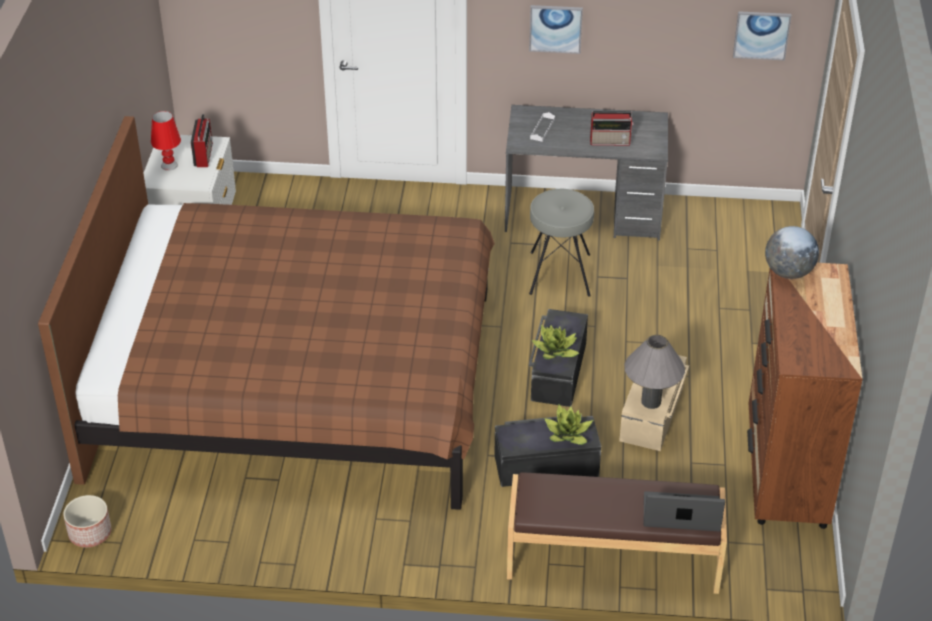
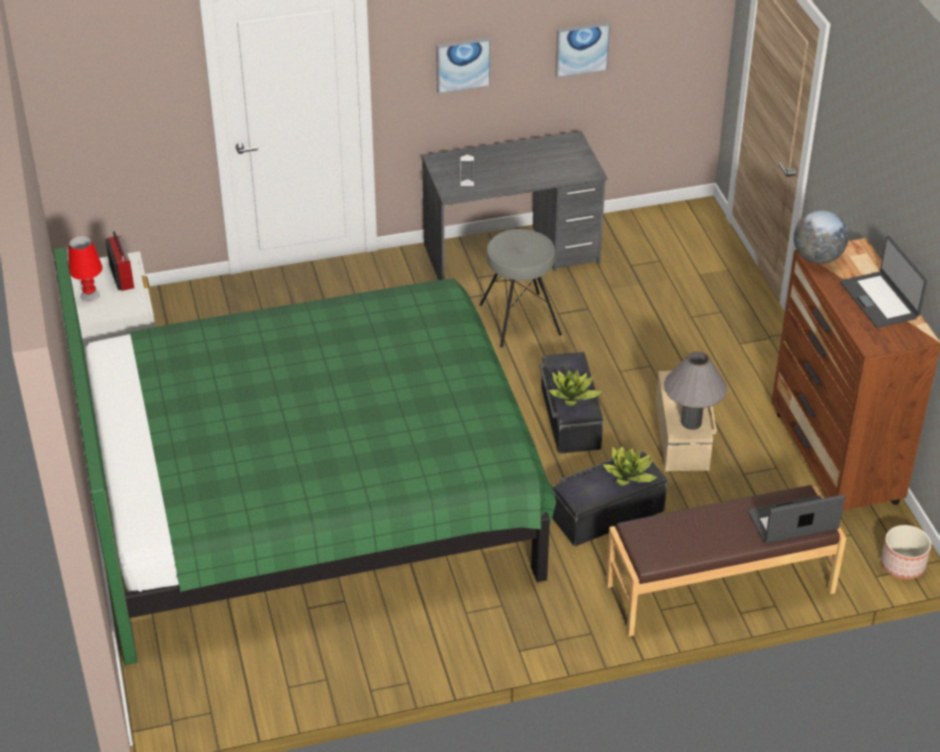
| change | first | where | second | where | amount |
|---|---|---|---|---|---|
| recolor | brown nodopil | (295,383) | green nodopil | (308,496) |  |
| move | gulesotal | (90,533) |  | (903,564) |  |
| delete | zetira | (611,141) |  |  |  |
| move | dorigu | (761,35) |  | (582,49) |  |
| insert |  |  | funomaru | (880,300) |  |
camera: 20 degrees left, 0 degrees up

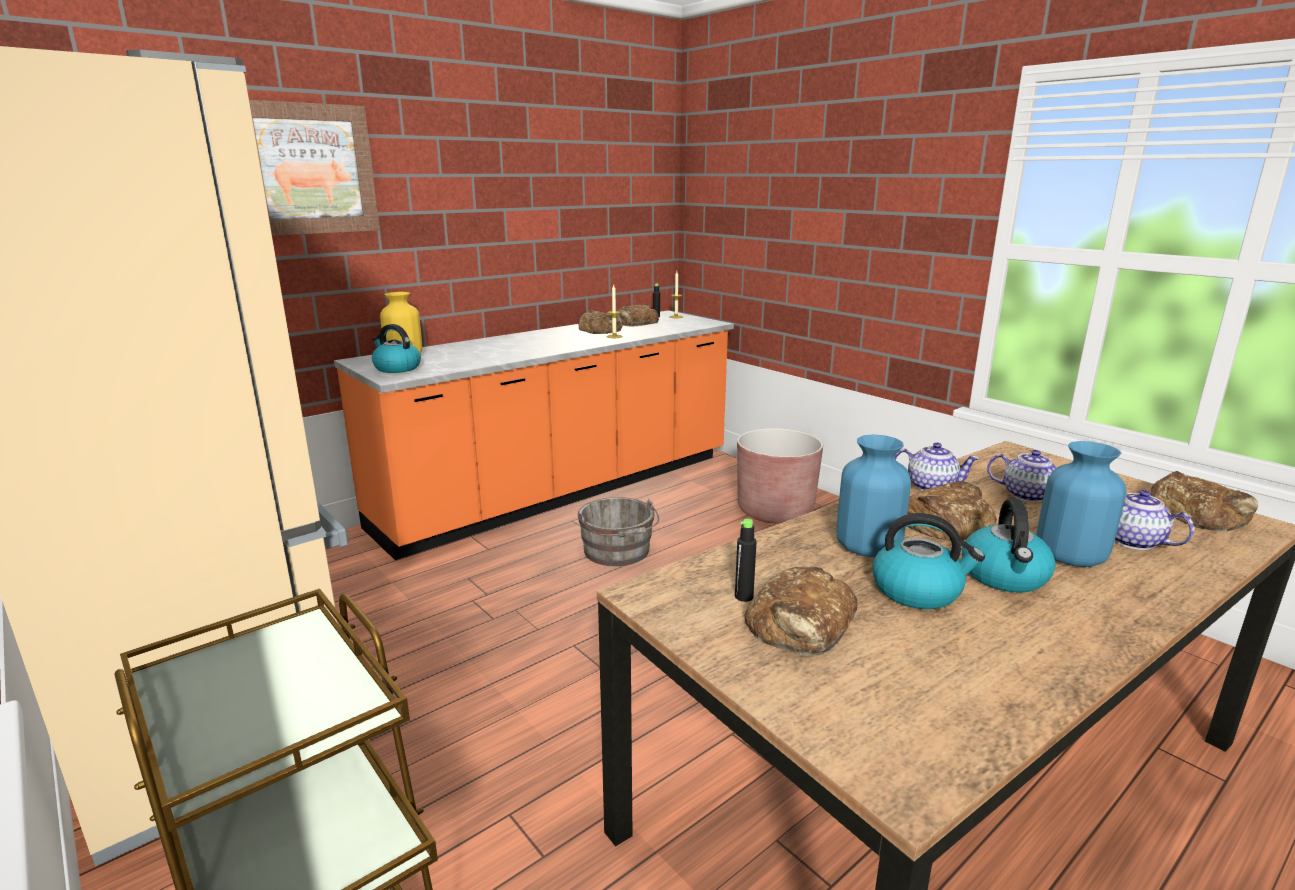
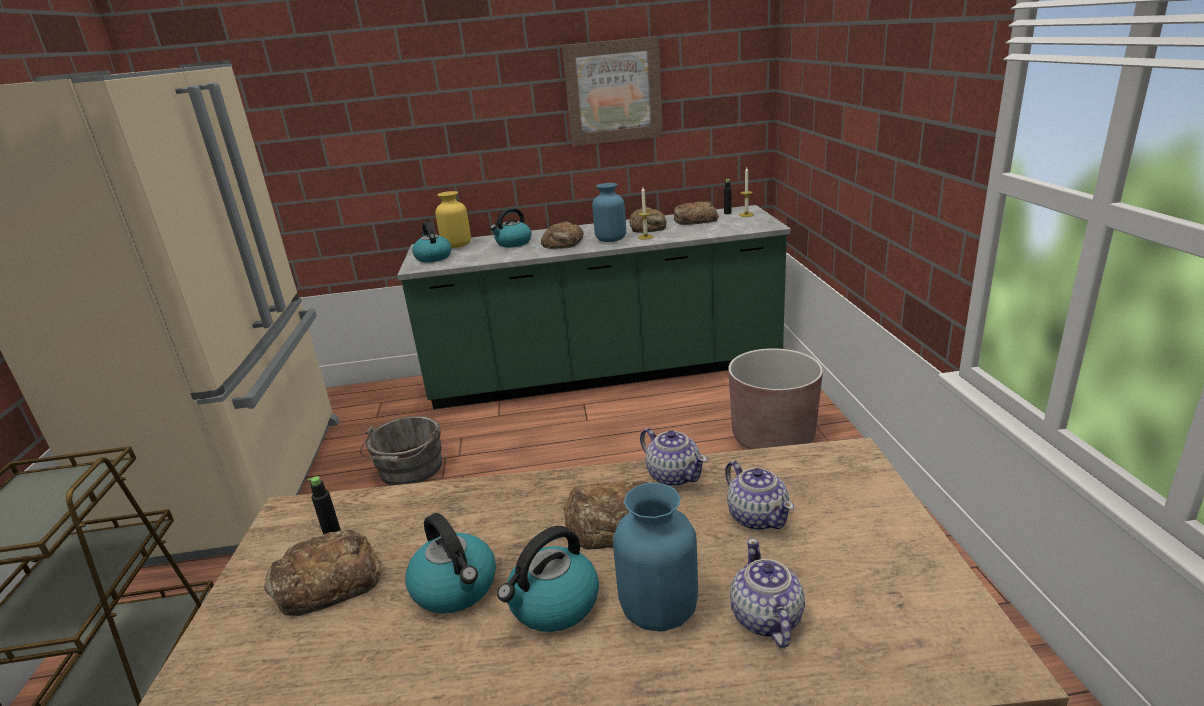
| change | first | where | second | where | amount |
|---|---|---|---|---|---|
| move | dorigu | (308,169) |  | (613,92) |  |
| recolor | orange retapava | (562,492) | green retapava | (604,374) |  |
| move | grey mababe | (618,552) |  | (409,470) |  |
| move | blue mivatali | (867,547) |  | (611,239) |  |
| move | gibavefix | (1197,513) |  | (563,242) |  |
| insert |  |  | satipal | (513,243) |  |
camera: 35 degrees right, 5 degrees up

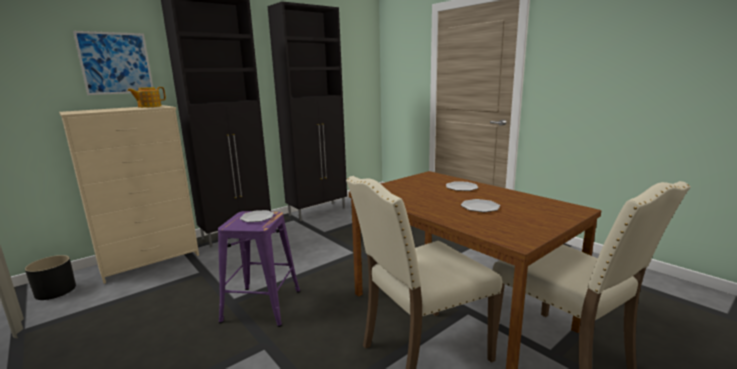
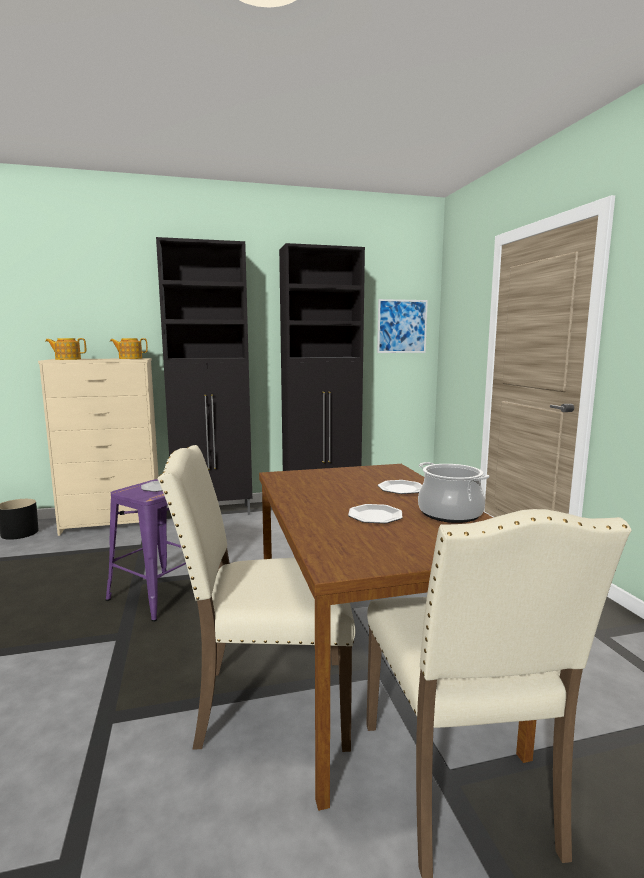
| change | first | where | second | where | amount |
|---|---|---|---|---|---|
| move | dorigu | (116,63) |  | (402,326) |  |
| insert |  |  | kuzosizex | (67,359) |  |
| insert |  |  | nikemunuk | (450,513) |  |
camera: 25 degrees right, 5 degrees down

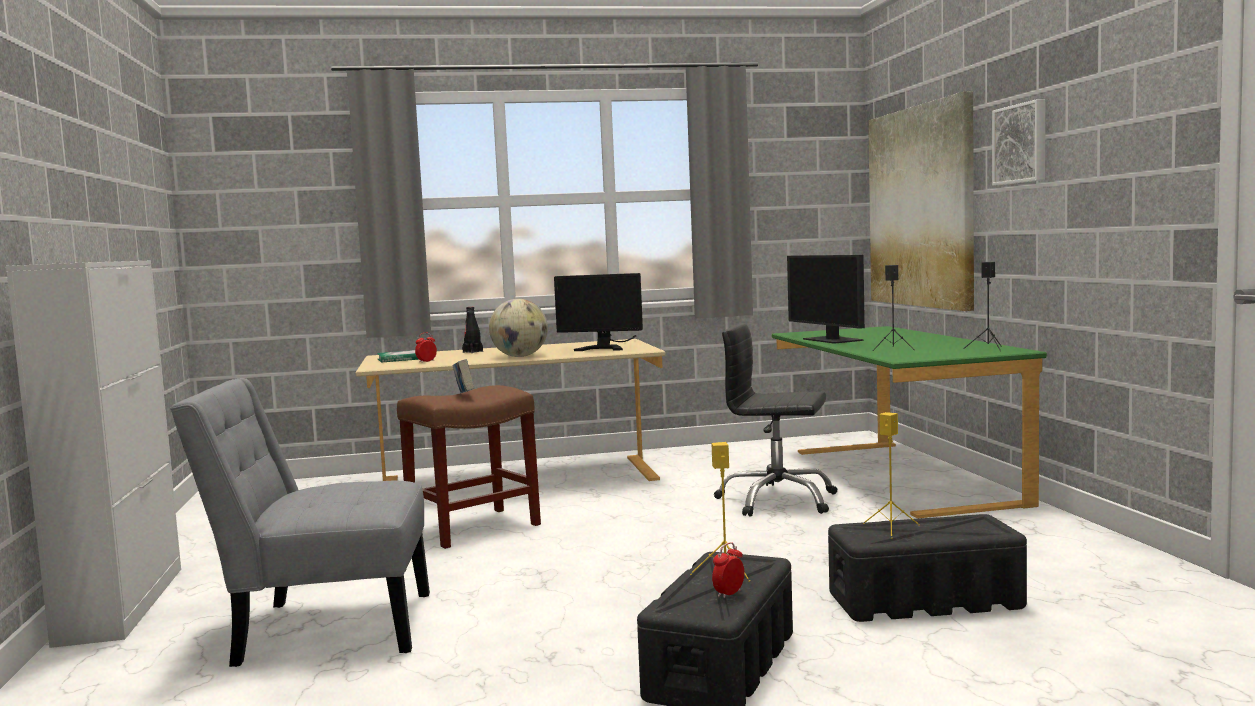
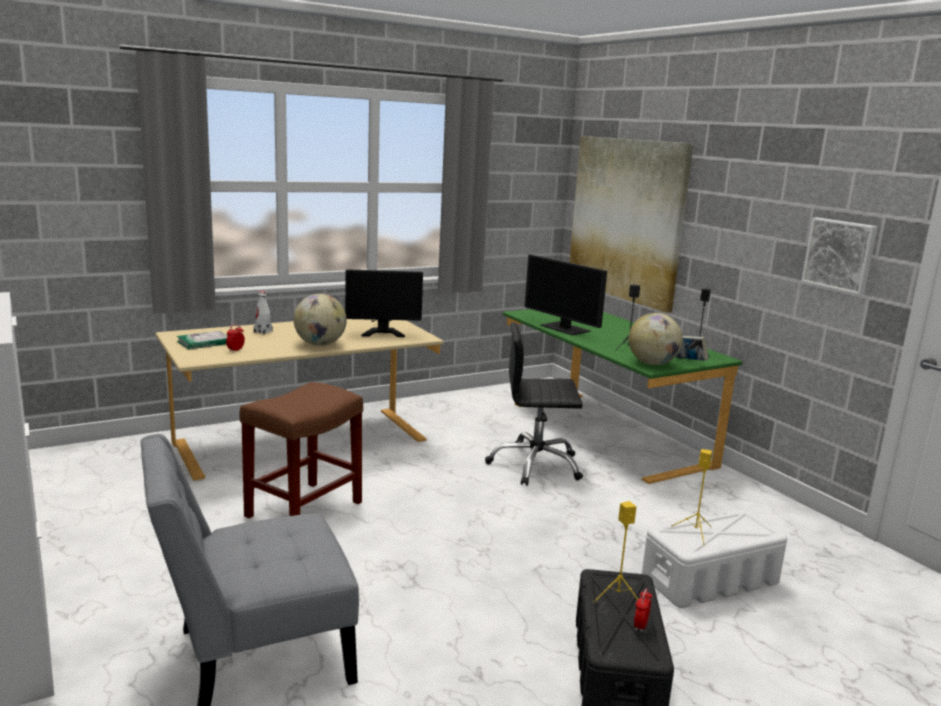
| change | first | where | second | where | amount |
|---|---|---|---|---|---|
| move | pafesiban | (464,395) |  | (688,361) |  |
| recolor | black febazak | (472,352) | white febazak | (263,331) |  |
| recolor | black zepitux | (923,601) | white zepitux | (709,580) |  |
| move | dorigu | (1022,143) |  | (840,255) |  |
| insert |  |  | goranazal | (652,364) |  |
camera: 20 degrees left, 10 degrees up

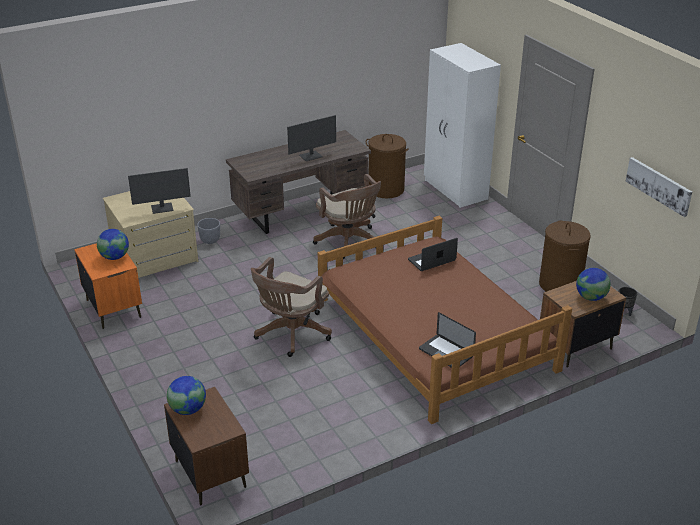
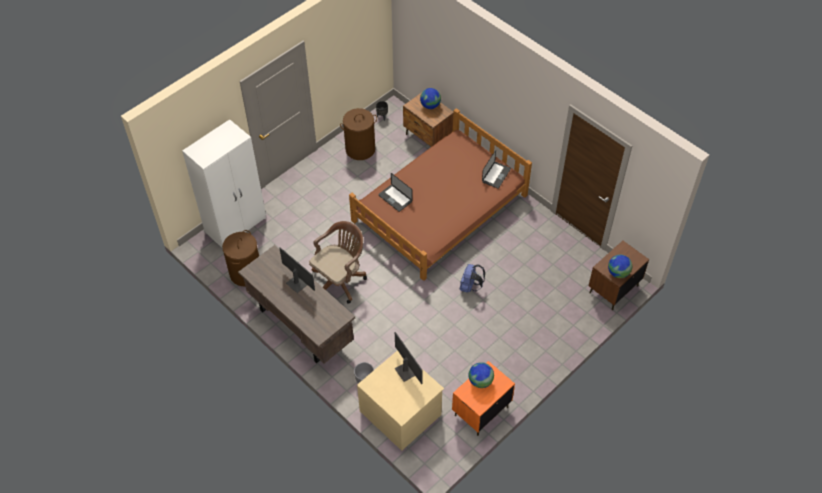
| change | first | where | second | where | amount |
|---|---|---|---|---|---|
| replace | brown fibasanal | (290,334) | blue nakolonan | (470,286) |  |
| delete | dorigu | (659,185) |  |  |  |
camera: 105 degrees left, 20 degrees up

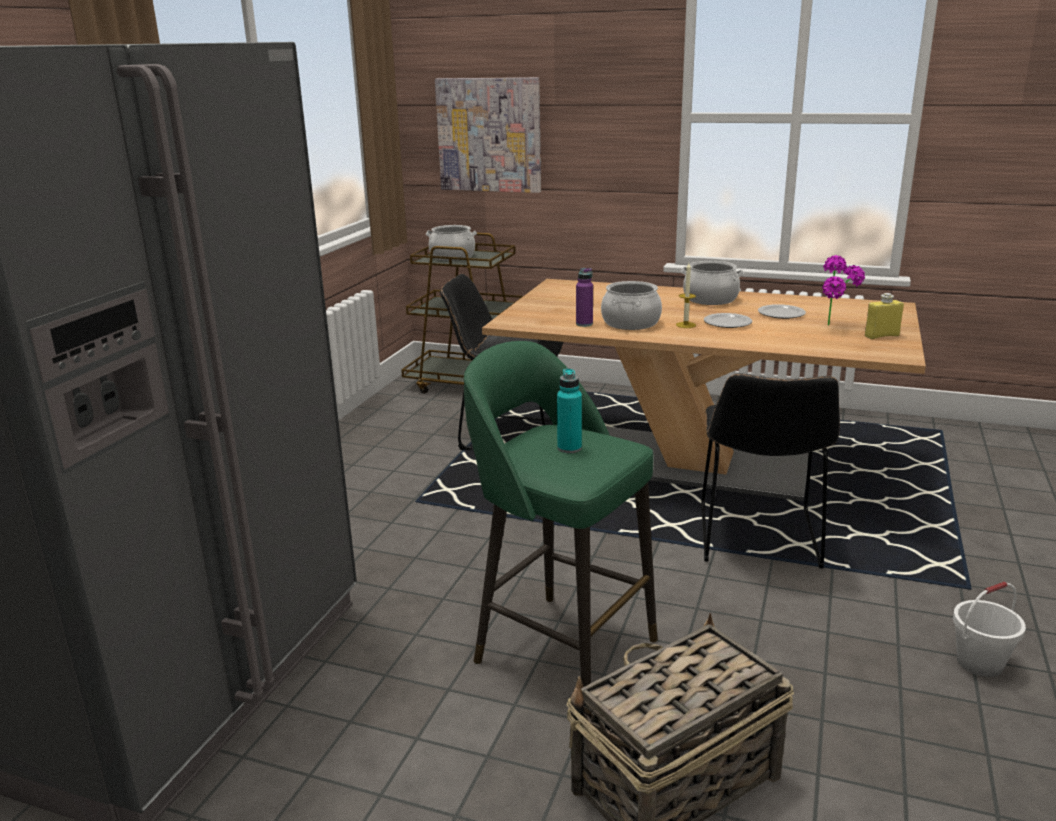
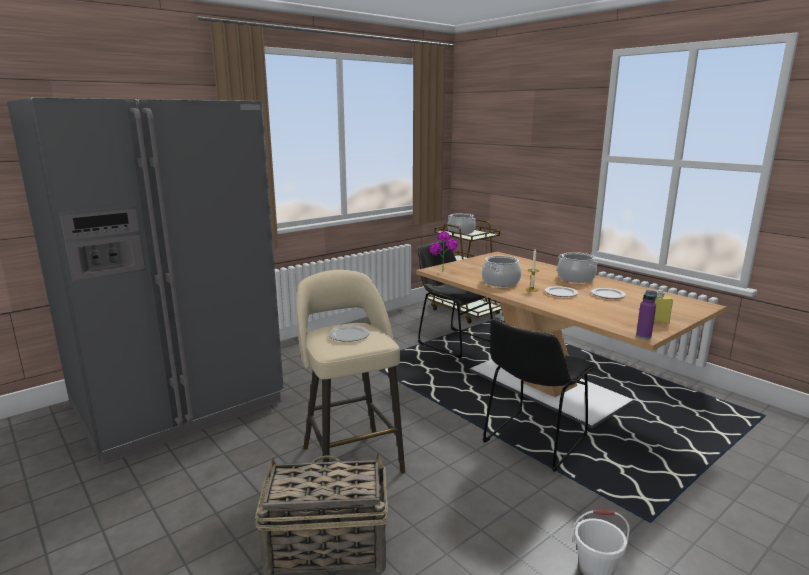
| change | first | where | second | where | amount |
|---|---|---|---|---|---|
| delete | dorigu | (489,135) |  |  |  |
| recolor | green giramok | (561,648) | beige giramok | (351,458) |  |
| replace | turquoise febazak | (569,448) | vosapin | (349,335) |  |
| move | purple febazak | (584,324) |  | (643,336) |  |
| move | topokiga | (836,327) |  | (443,273) |  |
camera: 30 degrees right, 5 degrees down

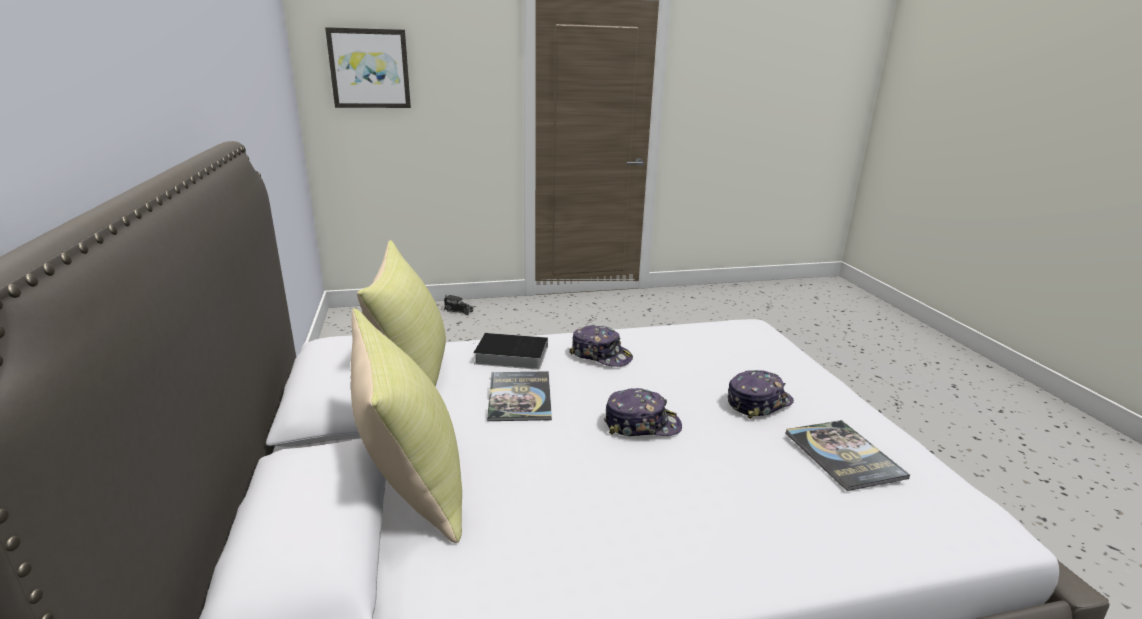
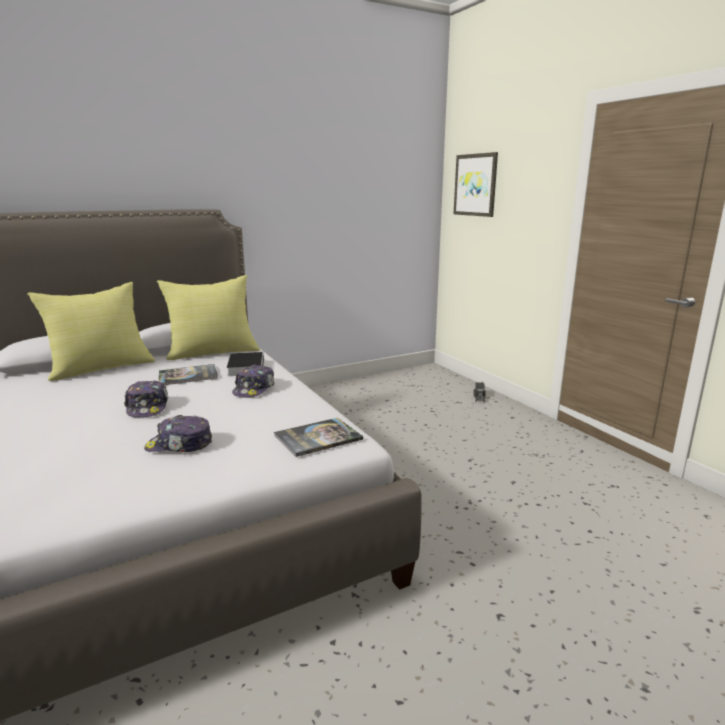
| change | first | where | second | where | amount |
|---|---|---|---|---|---|
| rotate | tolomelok | (758,402) |  | (179,445) | 135 degrees clockwise |
| move | pafesiban | (843,455) |  | (318,438) |  |
camera: 75 degrees right, 5 degrees down

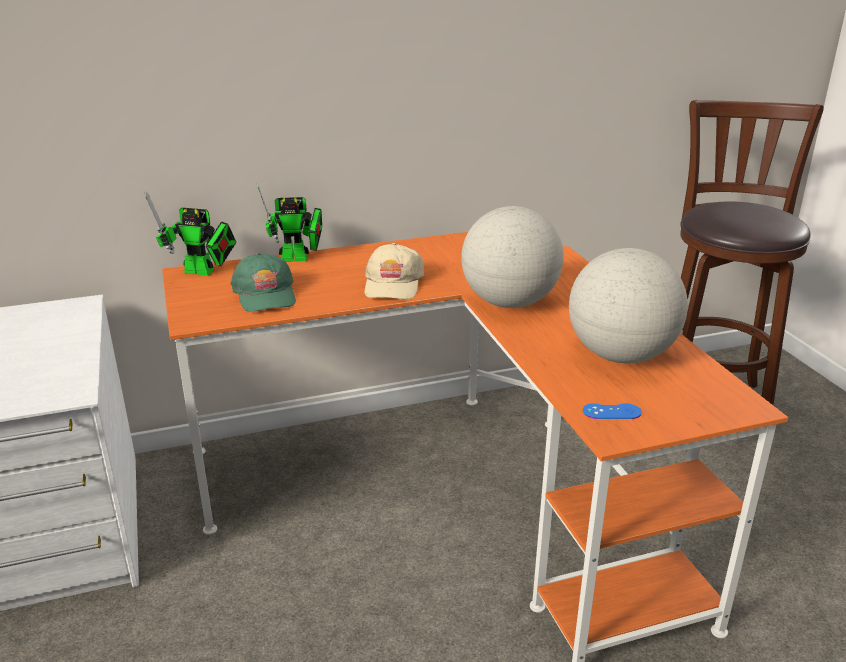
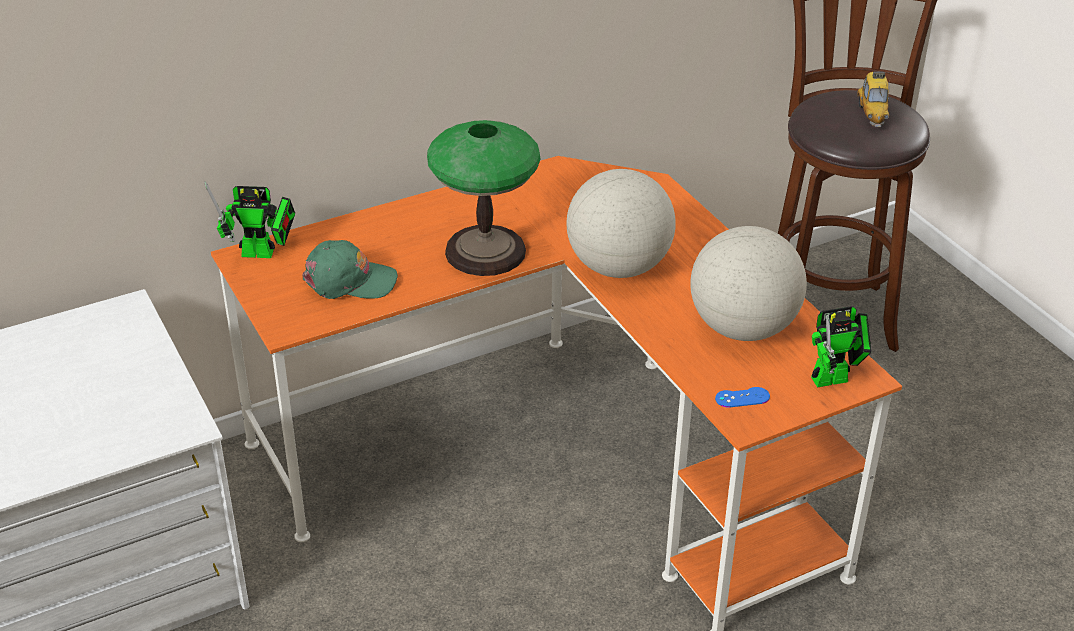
| change | first | where | second | where | amount |
|---|---|---|---|---|---|
| rotate | green tolomelok | (265,294) |  | (349,281) | 60 degrees counterclockwise |
| move | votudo | (298,259) |  | (835,378) |  |
| replace | beige tolomelok | (393,284) | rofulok | (485,251) |  |
| insert |  |  | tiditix | (872,114) |  |
camera: 10 degrees left, 10 degrees up

